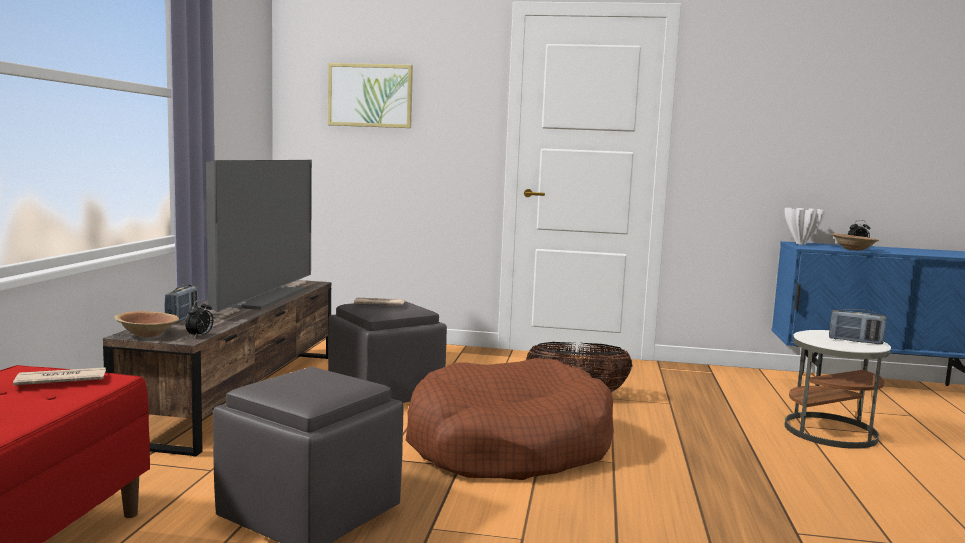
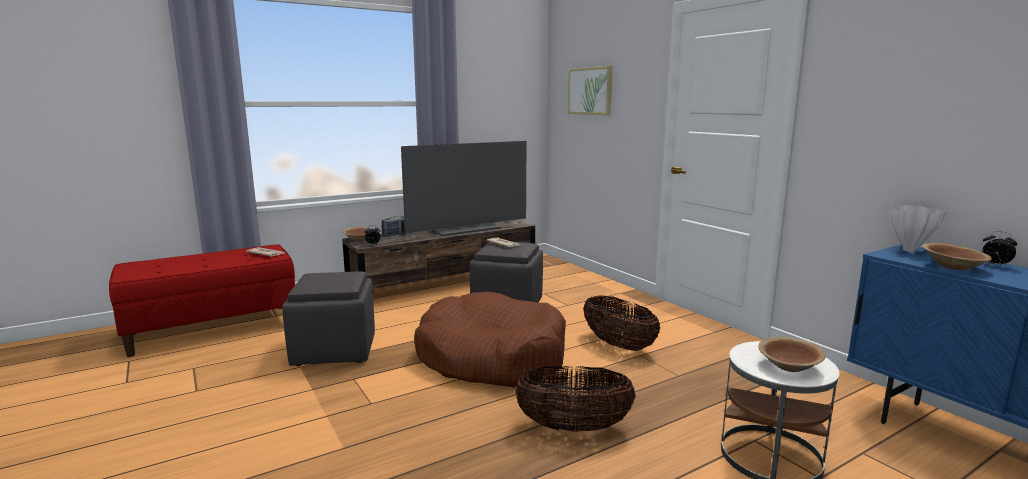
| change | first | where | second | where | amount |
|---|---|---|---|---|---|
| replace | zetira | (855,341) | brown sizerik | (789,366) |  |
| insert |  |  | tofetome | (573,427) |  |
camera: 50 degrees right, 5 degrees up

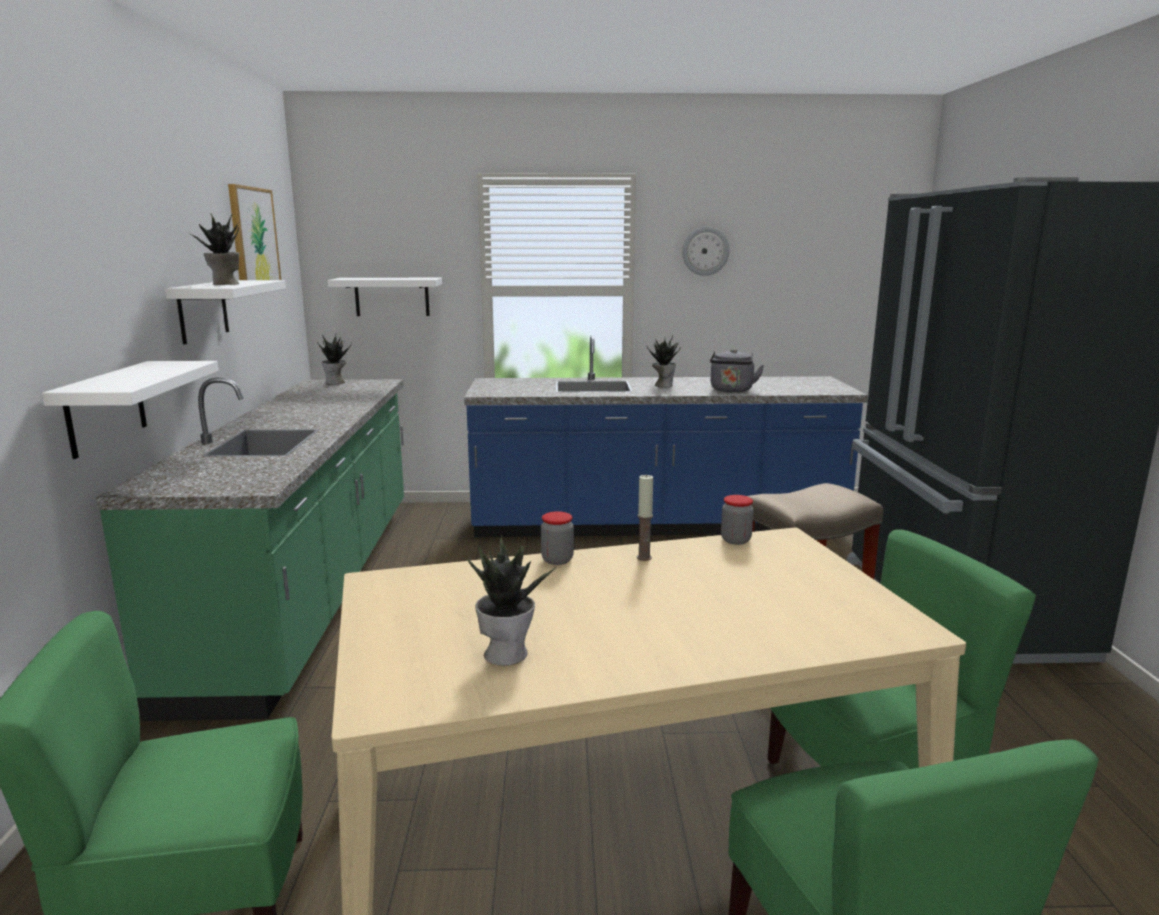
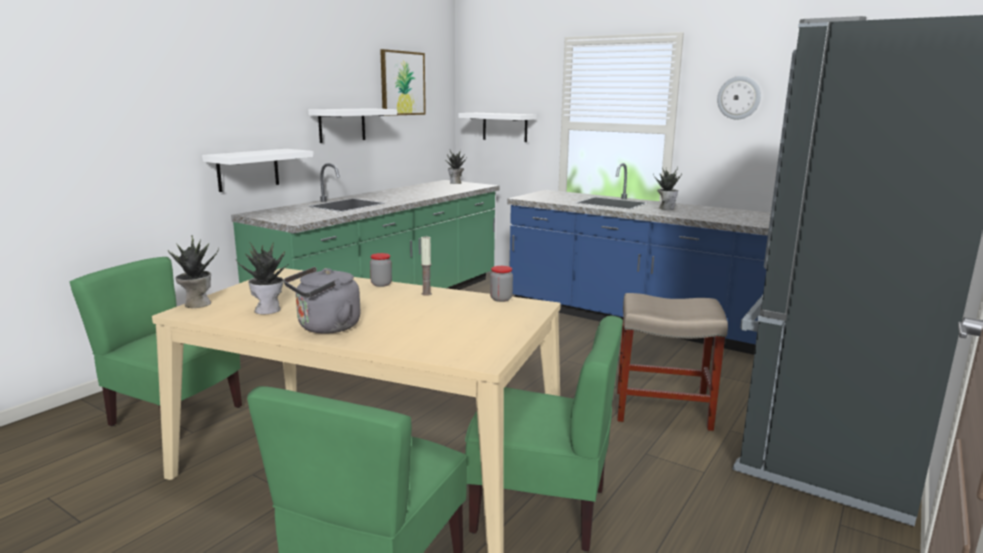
| change | first | where | second | where | amount |
|---|---|---|---|---|---|
| move | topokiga | (225,284) |  | (196,304) |  |
| move | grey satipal | (731,391) |  | (325,327) |  |
camera: 35 degrees right, 0 degrees up

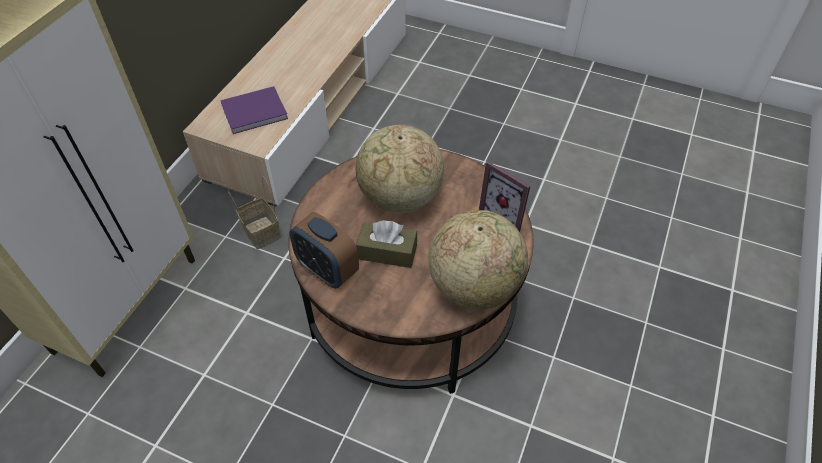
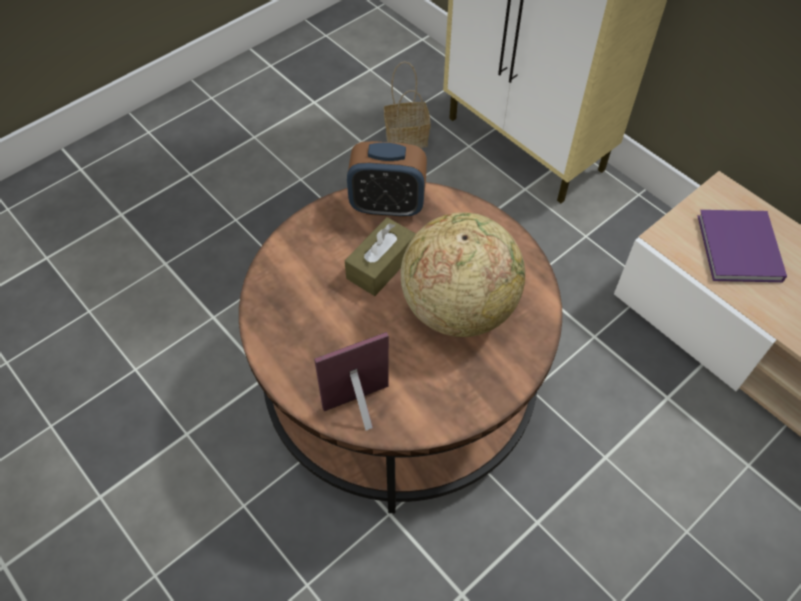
| change | first | where | second | where | amount |
|---|---|---|---|---|---|
| move | tofetome | (260,232) |  | (408,137) |  |
| rotate | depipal | (327,270) |  | (387,206) | 150 degrees counterclockwise |
| delete | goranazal | (474,286) |  |  |  |
camera: 115 degrees right, 5 degrees up

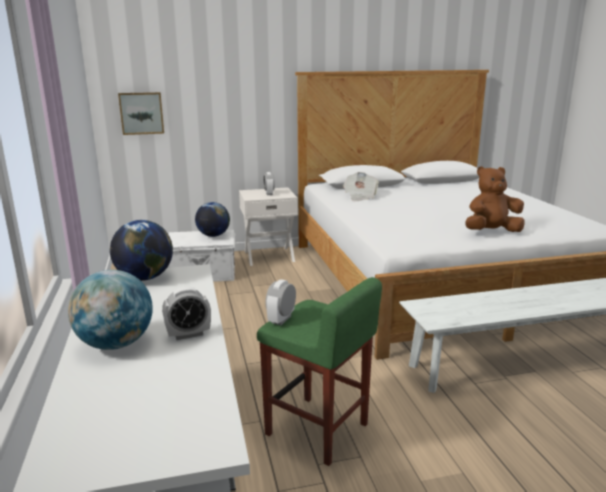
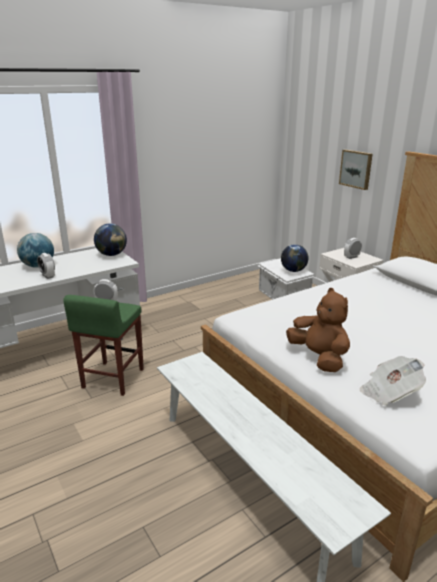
| change | first | where | second | where | amount |
|---|---|---|---|---|---|
| move | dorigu | (141,113) |  | (356,169) |  |
| move | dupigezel | (360,196) |  | (389,392) |  |
camera: 70 degrees right, 5 degrees up

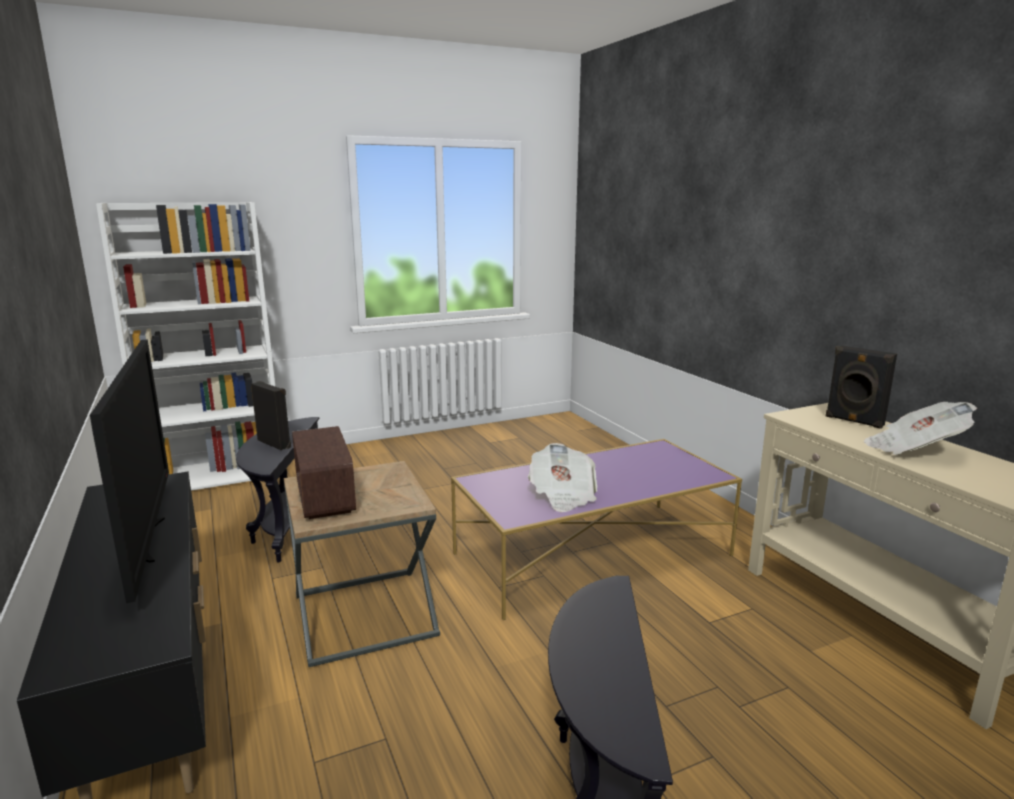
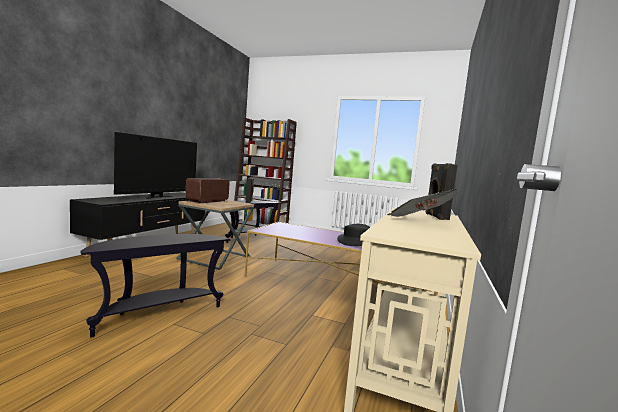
| change | first | where | second | where | amount |
|---|---|---|---|---|---|
| recolor | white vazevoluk | (218,476) | brown vazevoluk | (261,225) |  |
| delete | dupigezel | (562,495) |  |  |  |
| insert |  |  | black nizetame | (356,241) |  |
camera: 45 degrees right, 10 degrees down

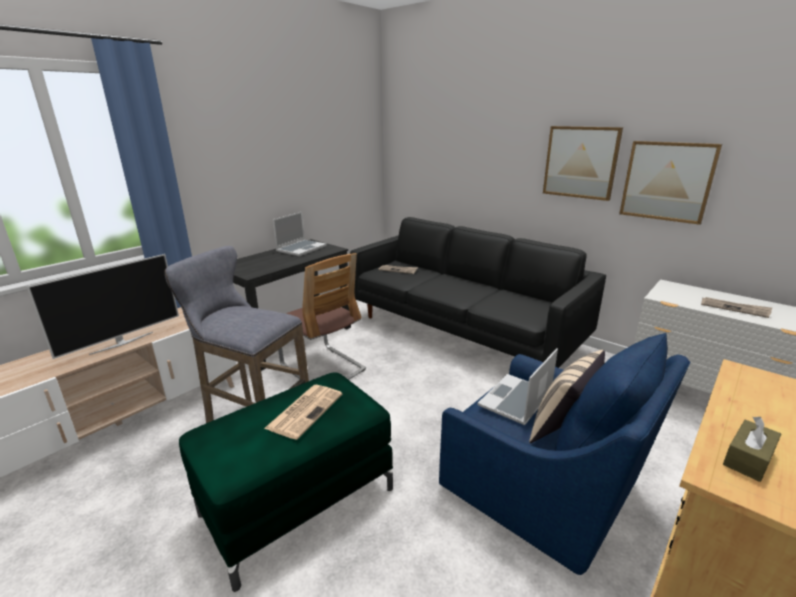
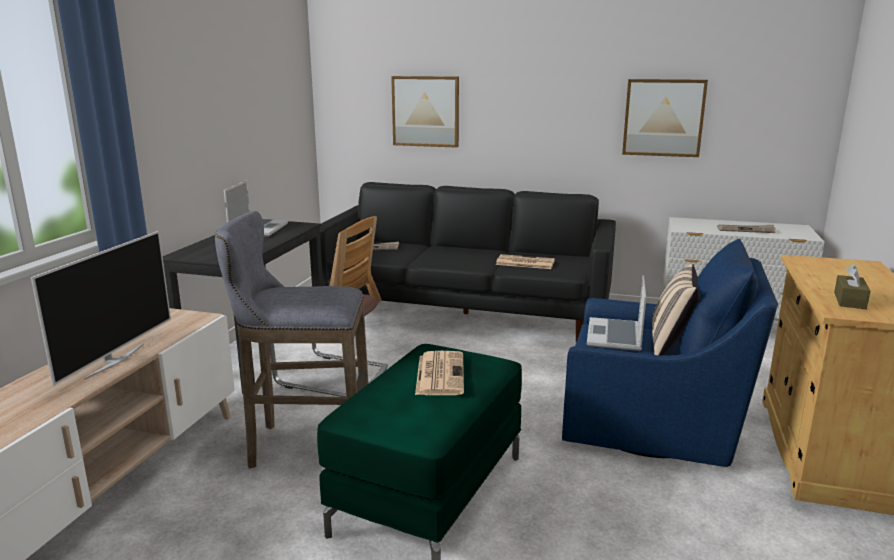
| change | first | where | second | where | amount |
|---|---|---|---|---|---|
| move | dorigu | (580,162) |  | (425,111) |  |
| insert |  |  | dupigezel | (524,263) |  |
camera: 25 degrees left, 5 degrees down

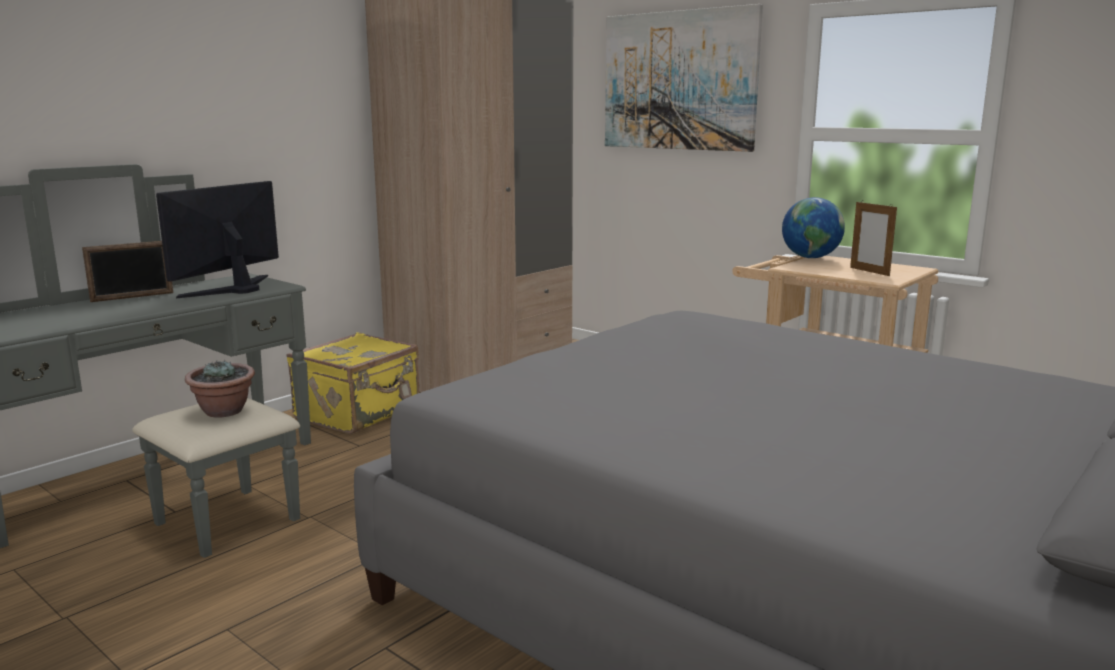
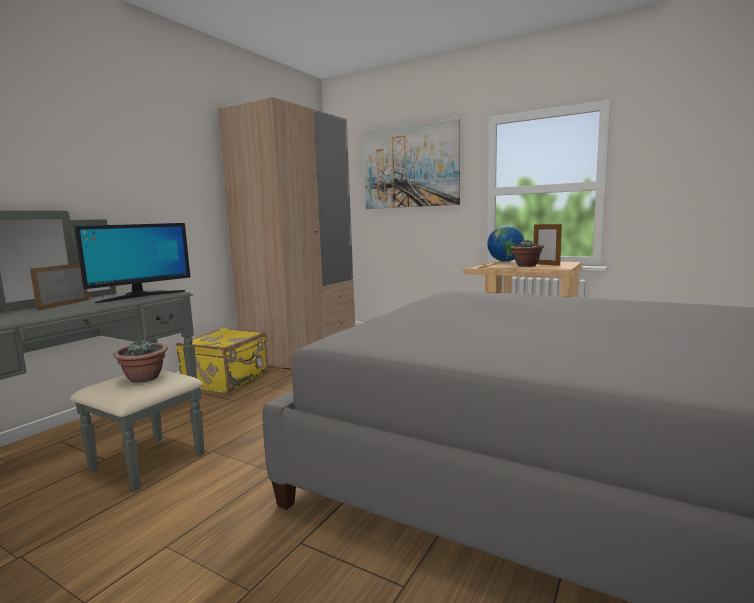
| change | first | where | second | where | amount |
|---|---|---|---|---|---|
| rotate | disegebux | (132,297) |  | (63,304) | 150 degrees clockwise |
| rotate | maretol | (234,289) |  | (140,296) | 150 degrees counterclockwise |
| insert |  |  | topokiga | (526,266) |  |
camera: 10 degrees left, 5 degrees down

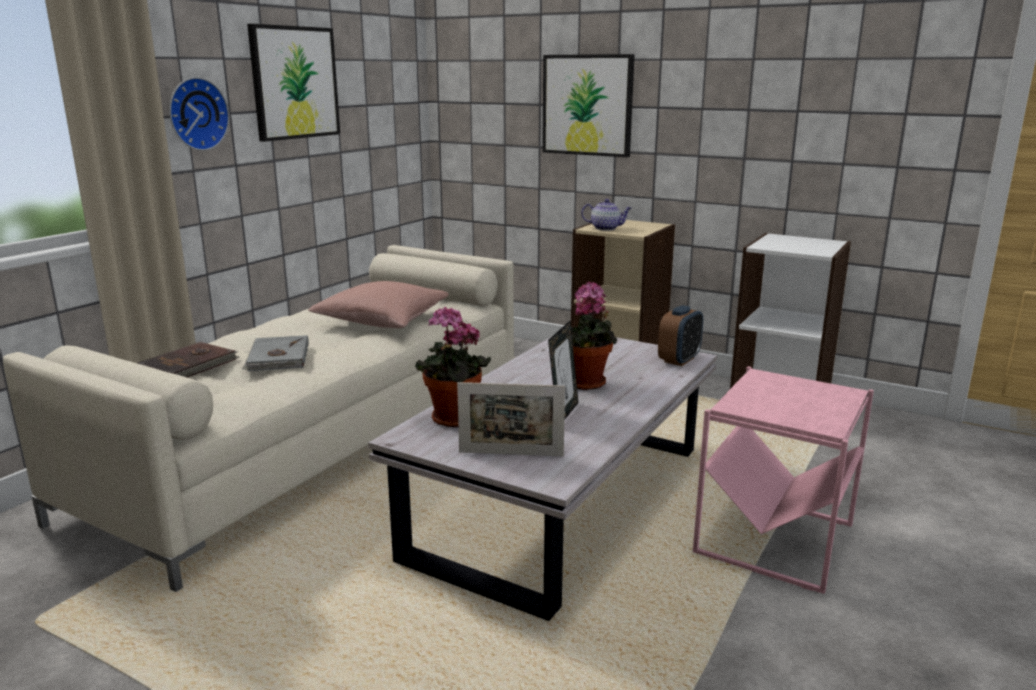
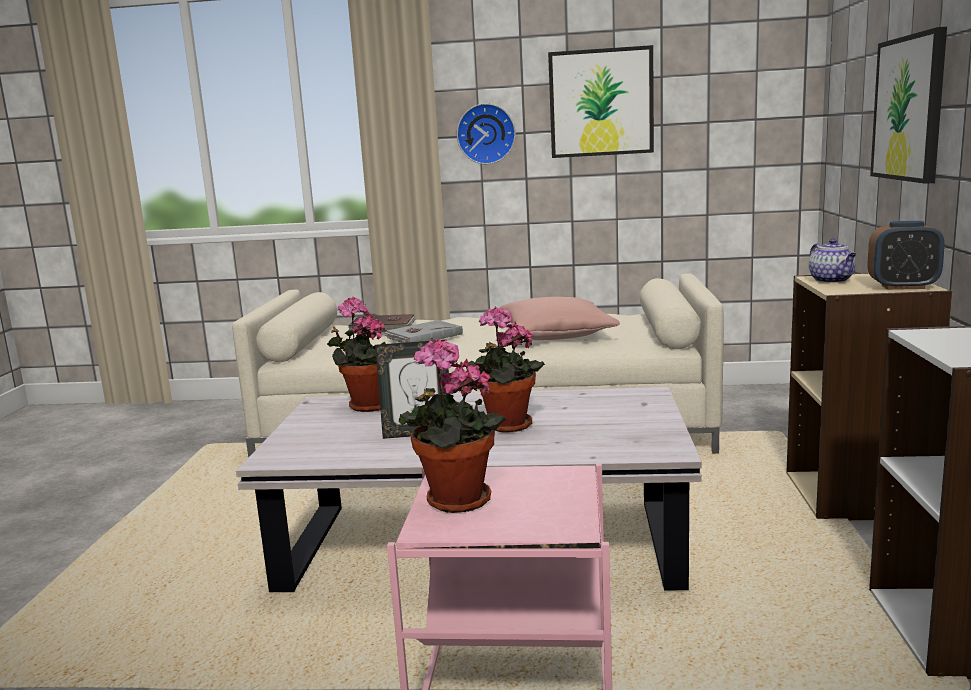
| change | first | where | second | where | amount |
|---|---|---|---|---|---|
| delete | disegebux | (511,454) |  |  |  |
| move | depipal | (679,360) |  | (903,287) |  |
| insert |  |  | topokiga | (453,502) |  |
camera: 65 degrees right, 5 degrees down

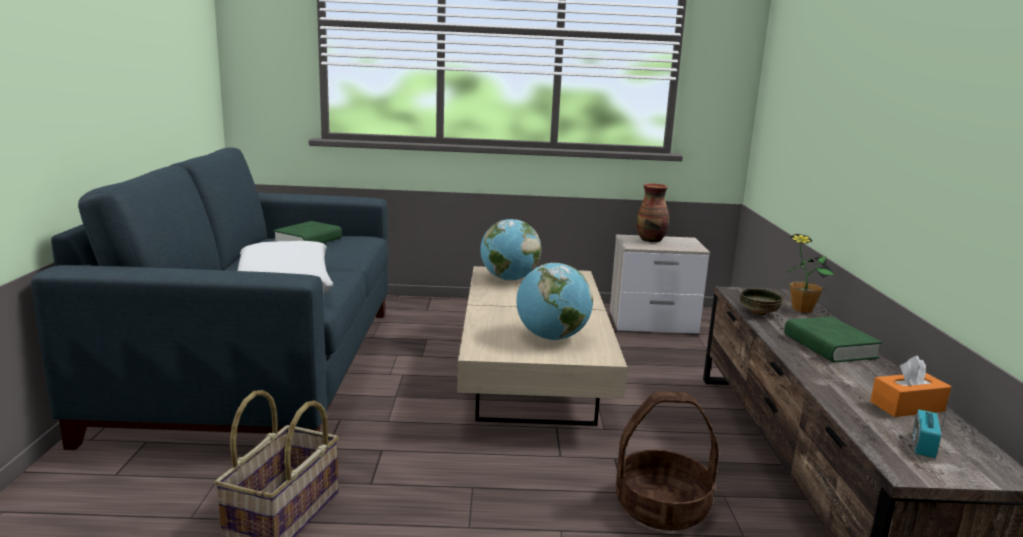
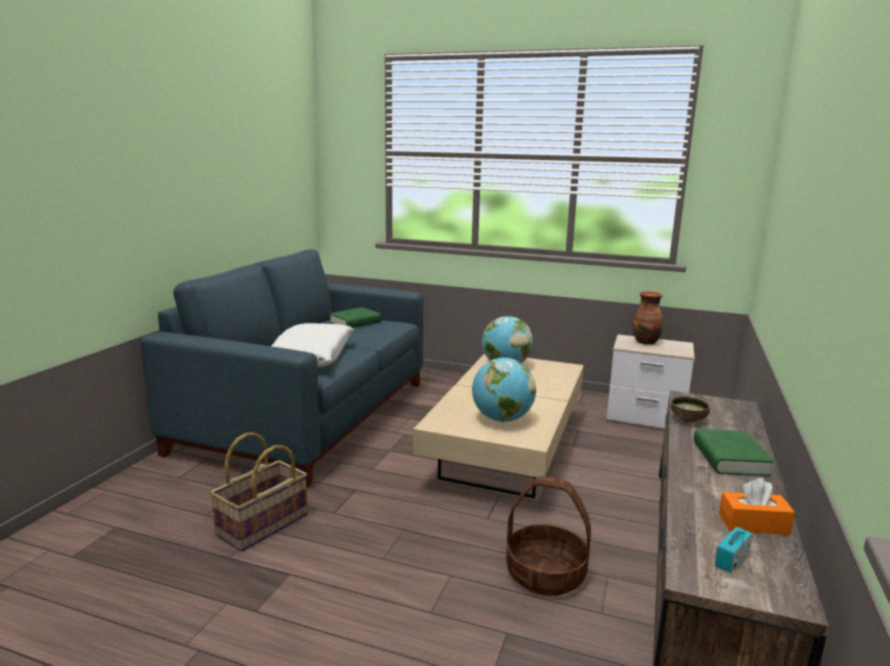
| change | first | where | second | where | amount |
|---|---|---|---|---|---|
| delete | topokiga | (802,309) |  |  |  |
camera: 20 degrees right, 0 degrees up

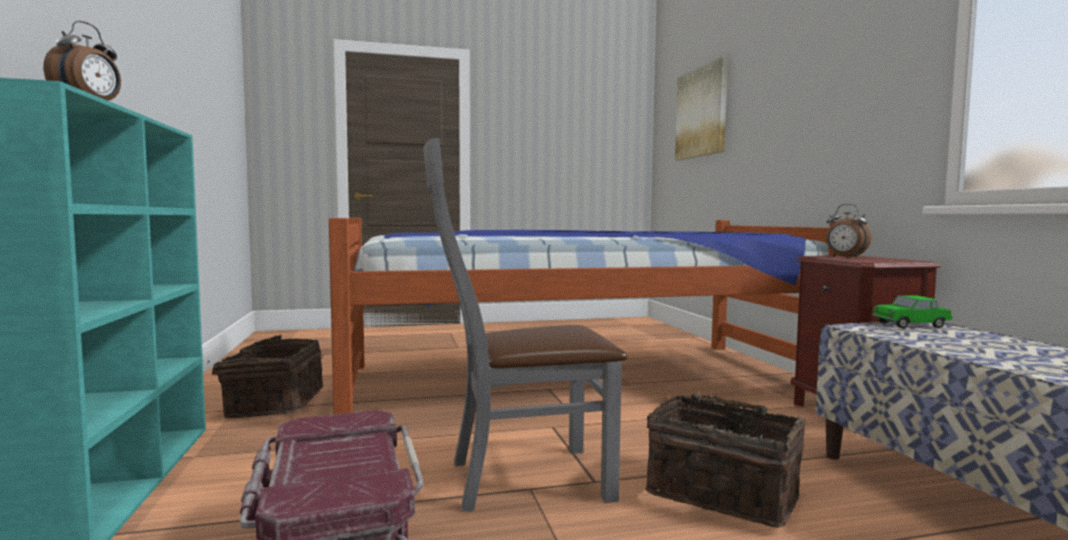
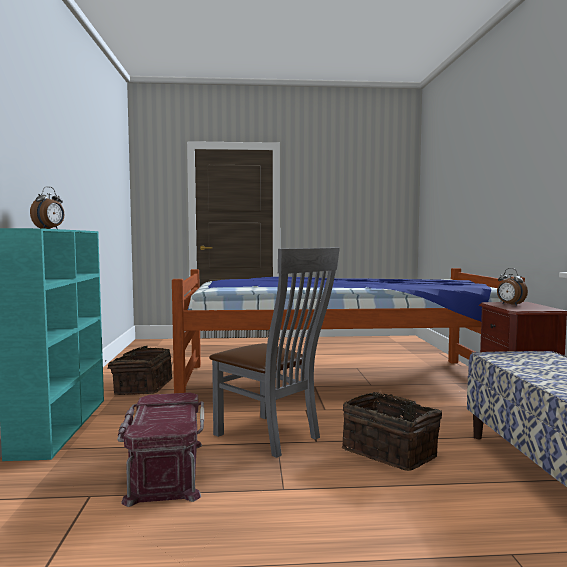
| change | first | where | second | where | amount |
|---|---|---|---|---|---|
| rotate | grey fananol | (518,478) |  | (272,437) | 135 degrees counterclockwise |
| delete | dorigu | (701,112) |  |  |  |
| delete | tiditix | (910,325) |  |  |  |
camera: 10 degrees right, 0 degrees up

